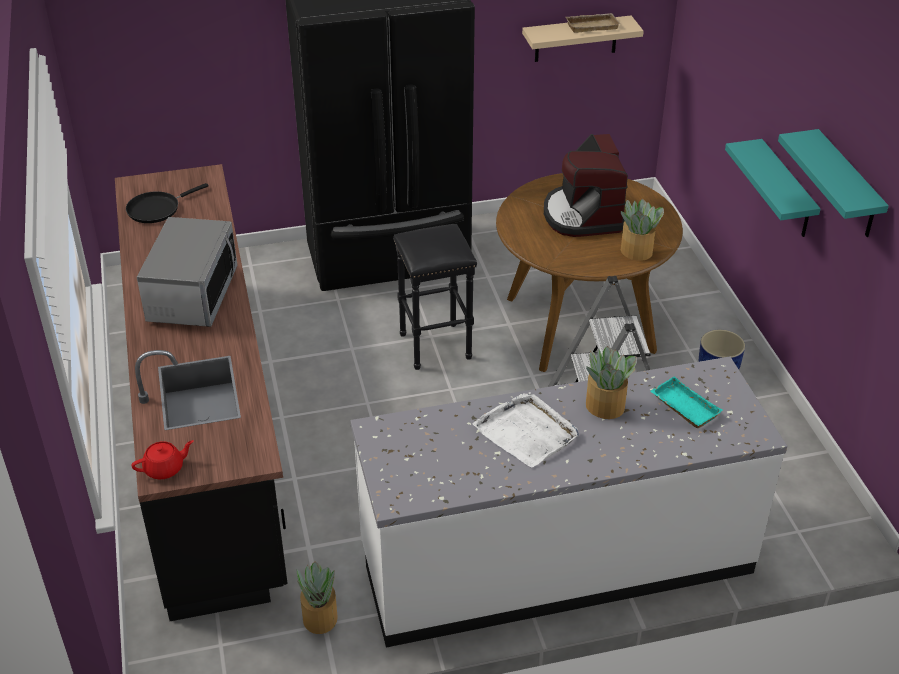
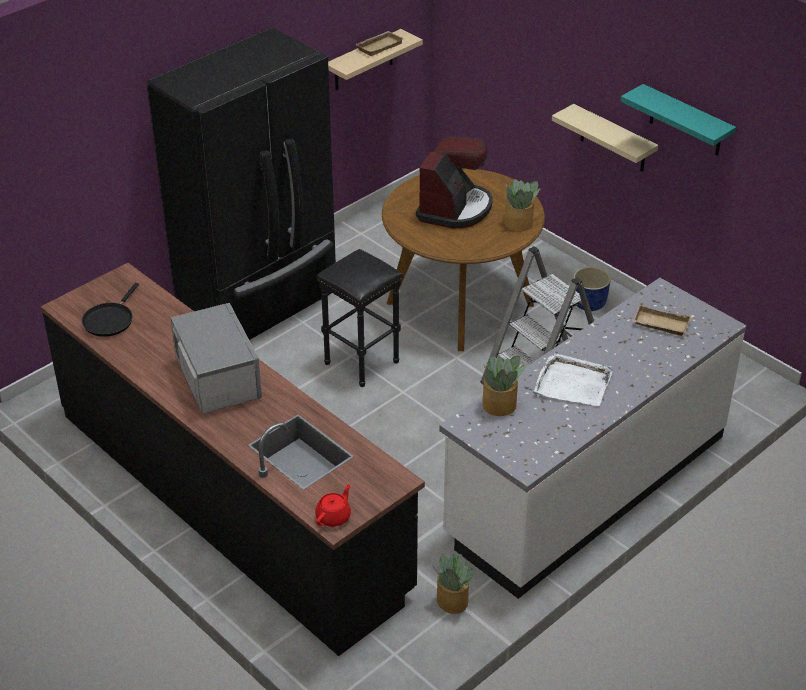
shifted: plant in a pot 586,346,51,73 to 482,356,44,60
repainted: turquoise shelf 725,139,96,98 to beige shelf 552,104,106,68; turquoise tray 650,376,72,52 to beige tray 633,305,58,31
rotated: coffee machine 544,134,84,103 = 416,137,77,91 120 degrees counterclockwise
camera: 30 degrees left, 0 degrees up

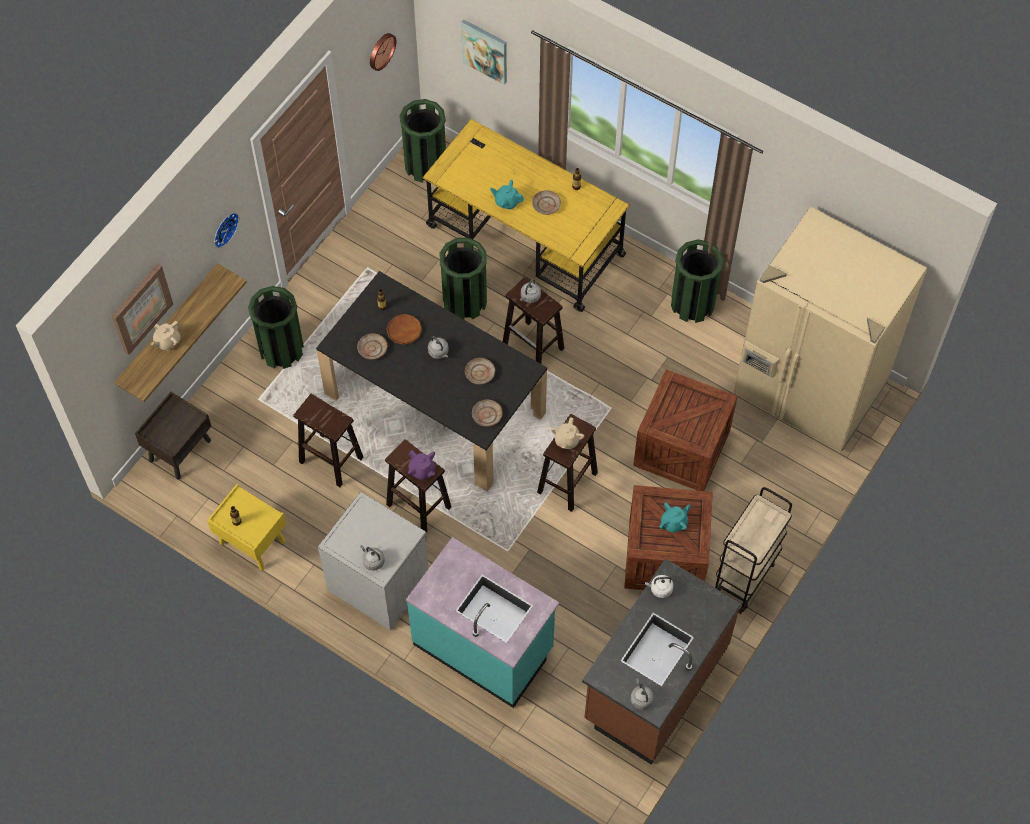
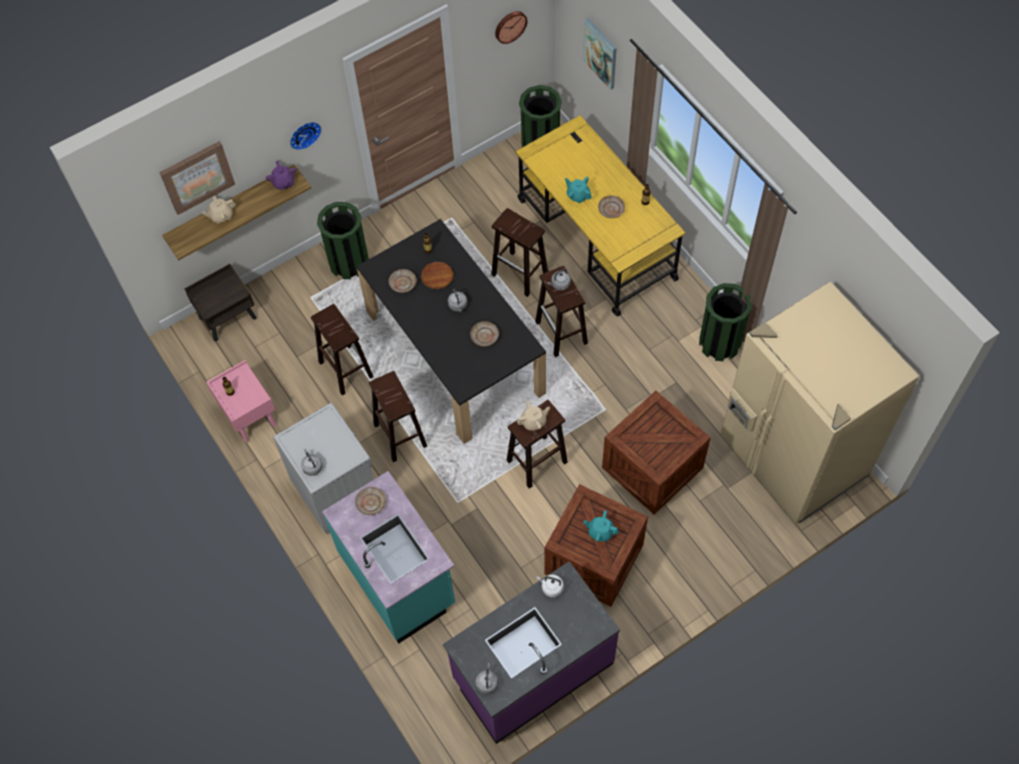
gone: beige cart 715,487,77,127
shifted: beige dinner plate 472,400,31,27 to 355,487,31,28; purple pot for tea 408,450,27,30 to 266,161,30,29
swapped: green waste bin 440,238,47,81 to brown-coloured sitting stool 491,208,57,89
repainted: yellowish nightstand 207,484,79,86 to pink-coloured nightstand 206,360,70,82; brown-coloured counter 582,558,159,206 to purple counter 443,561,177,183
rotated: beige pot for tea 551,417,33,32 = 517,401,33,30 150 degrees counterclockwise; turquoise pot for tea 659,502,32,31 = 584,510,35,32 150 degrees counterclockwise
camera: 25 degrees right, 0 degrees up

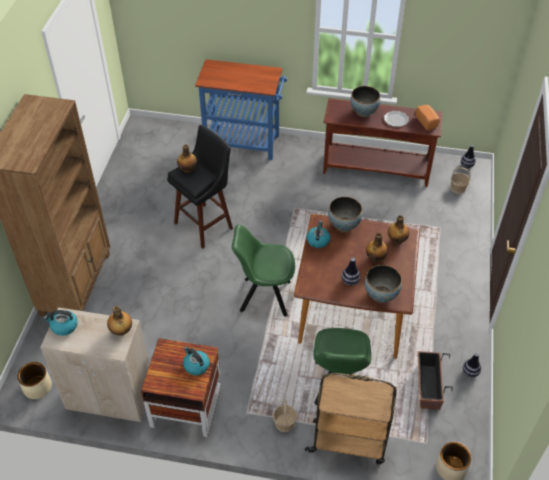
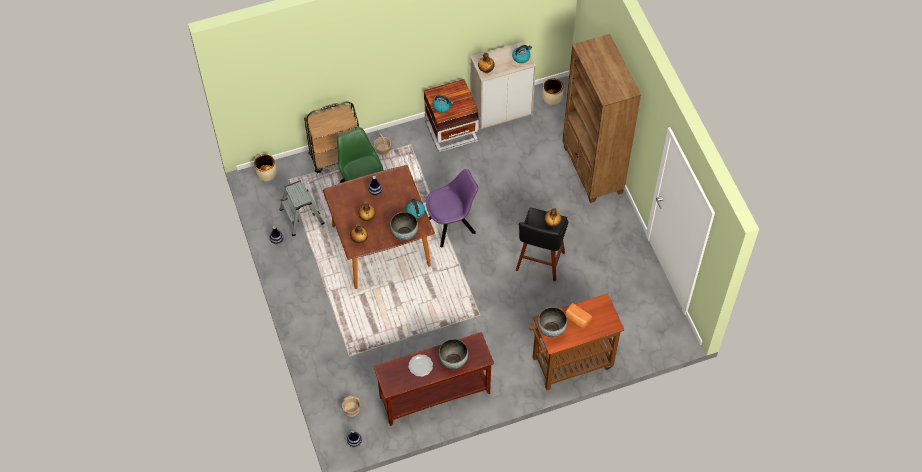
shifted: baked bread 415,105,25,25 to 565,303,27,25; serving bowl 365,265,37,38 to 538,307,29,30
swapped: plant pot 417,351,36,59 to greyish stepladder 280,180,45,57
repainted: blue-coloured cart 195,59,92,101 to brown-coloured cart 529,294,95,96; green plain chair 232,224,63,93 to purple plain chair 426,169,52,79
camera: 150 degrees right, 10 degrees up

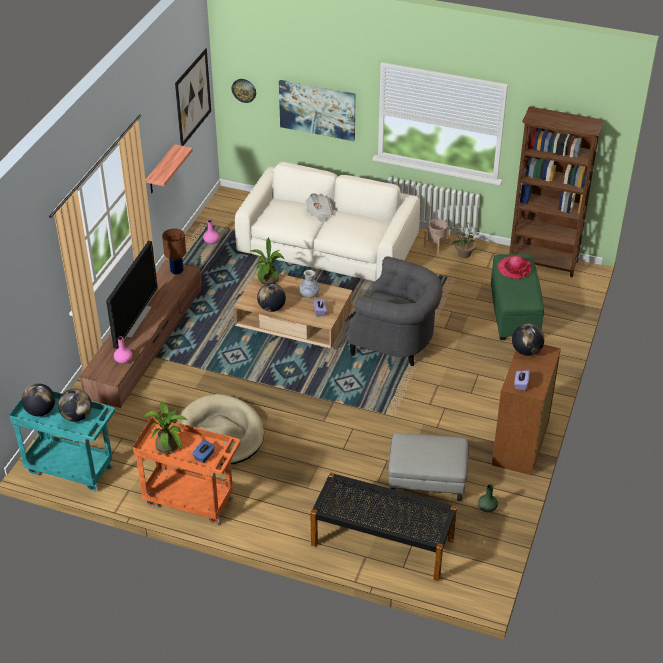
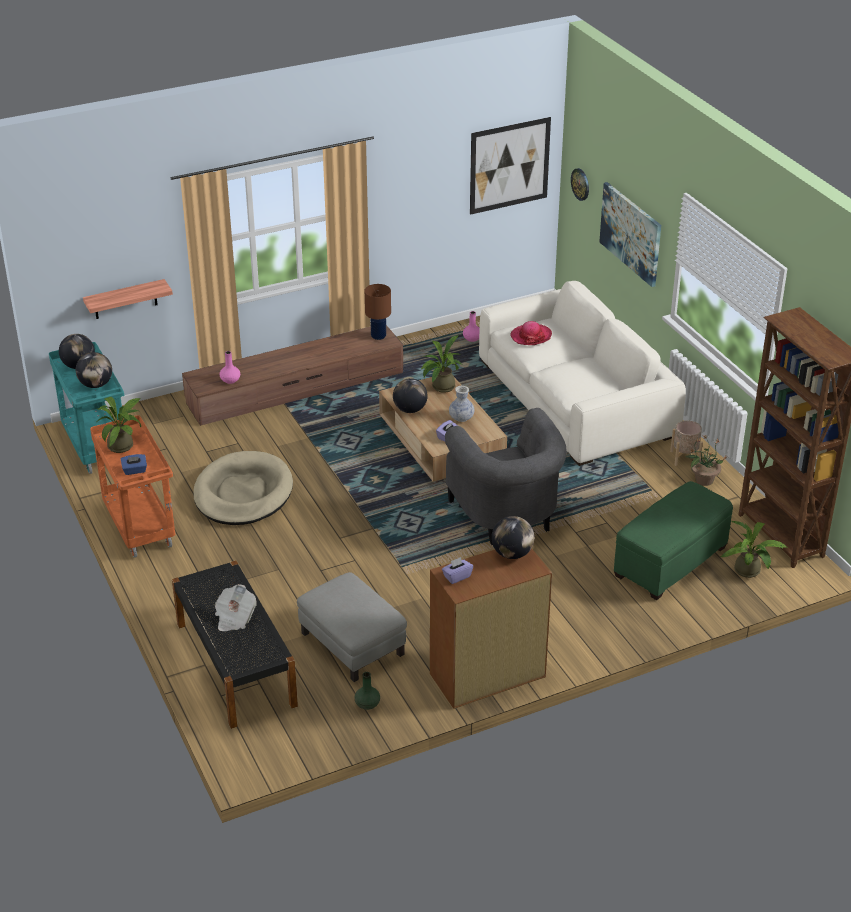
gone: TV set 106,241,52,108
new: plant in a pot 720,520,67,58
shifted: shelf 146,144,47,49 to 83,279,90,40; newspaper 306,193,27,29 to 215,584,42,47; clothing hat 498,256,34,23 to 510,321,42,24
camera: 45 degrees right, 5 degrees down

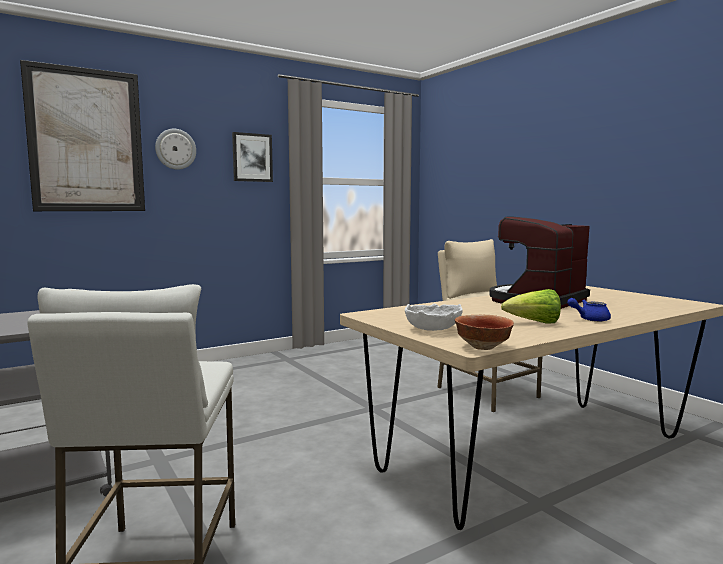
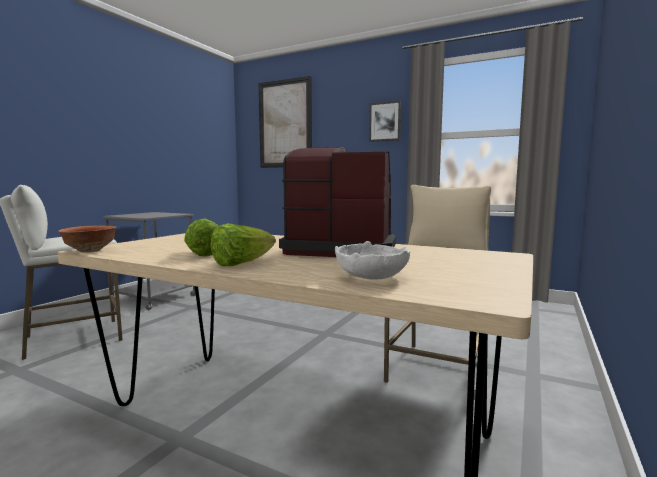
gone: wall clock 155,129,41,41
shifted: white serving bowl 405,303,58,28 to 335,241,75,38
swapped: blue-coloured pot for tea 567,298,44,24 to lettuce head 211,223,65,43
camera: 60 degrees right, 0 degrees up

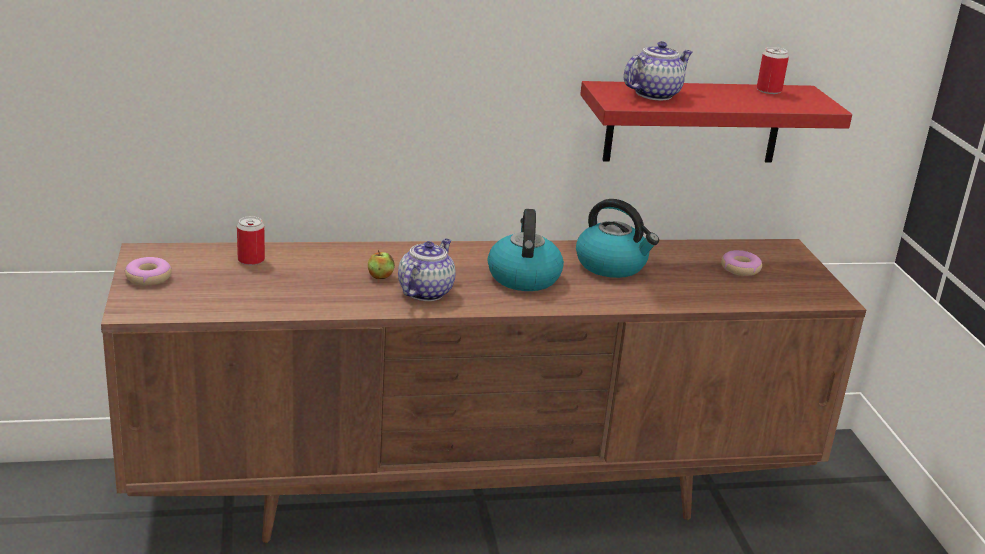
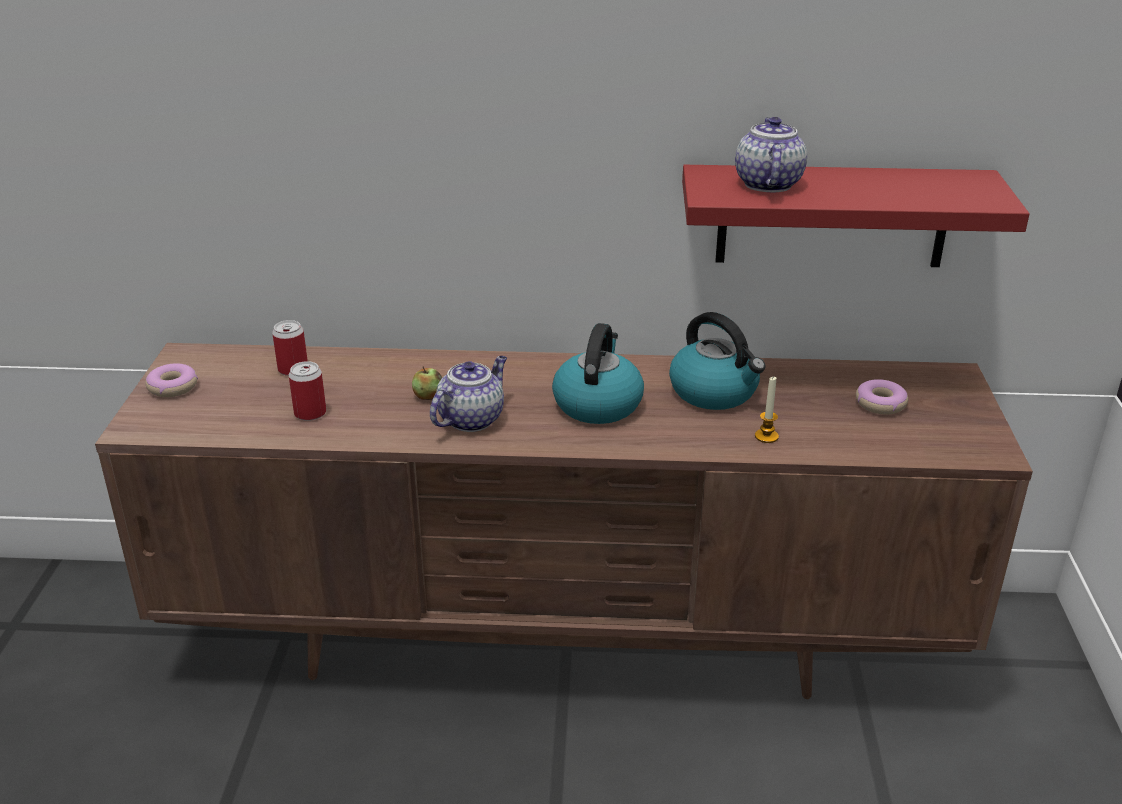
new: candle 755,377,24,66
shifted: can 757,47,32,47 to 289,361,37,60
rotated: pot for tea 624,41,69,59 = 735,117,72,75 60 degrees counterclockwise
camera: 15 degrees right, 5 degrees up

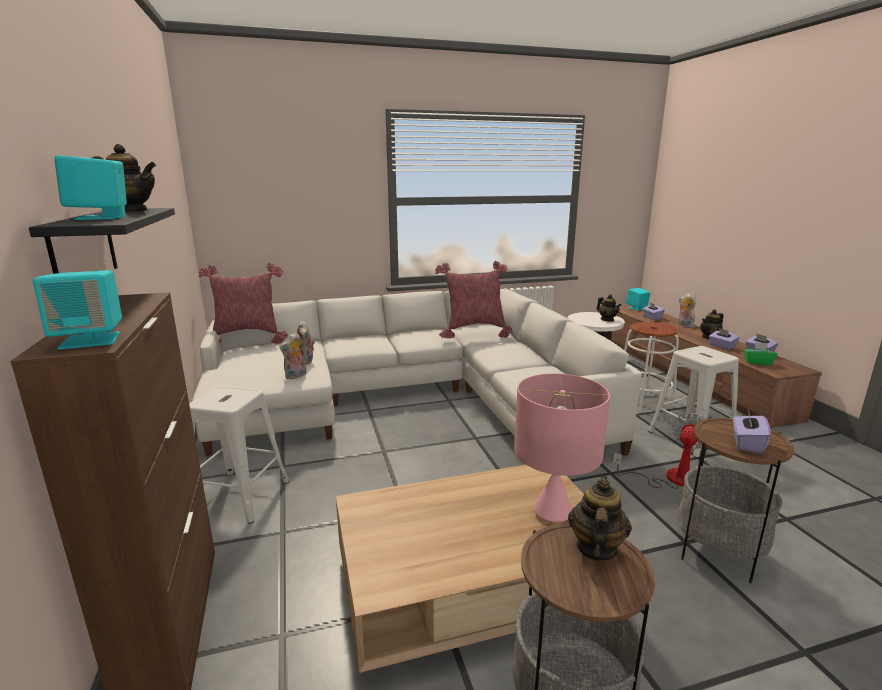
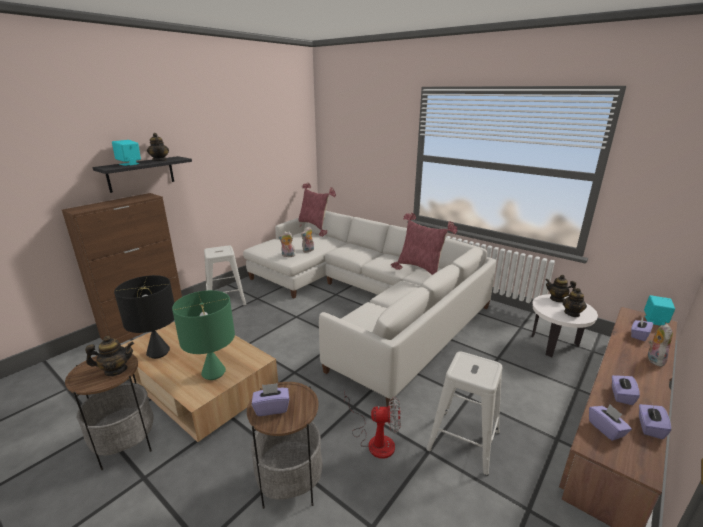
gone: turquoise speaker 33,270,89,80; white sitting stool 624,322,55,90
new: blackish table lamp 114,275,60,84
shifted: pot for tea 700,309,24,30 to 545,275,31,27
repainted: green tissue box 744,342,34,23 to purple tissue box 589,404,43,37; pink-coloured table lamp 514,373,96,150 to green table lamp 172,290,63,90
camera: 55 degrees right, 5 degrees up

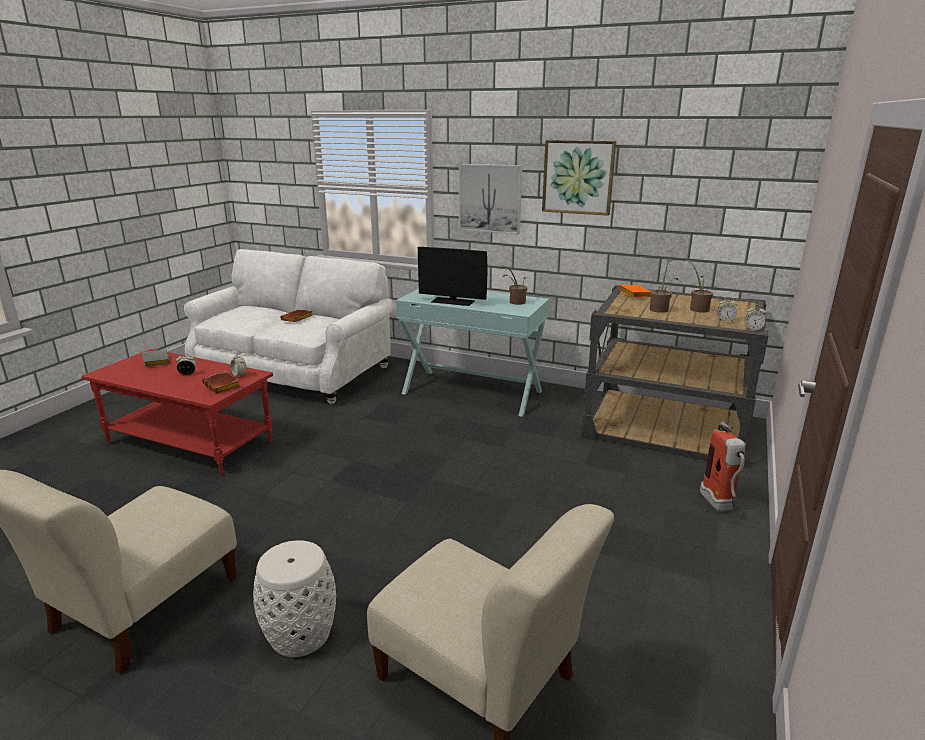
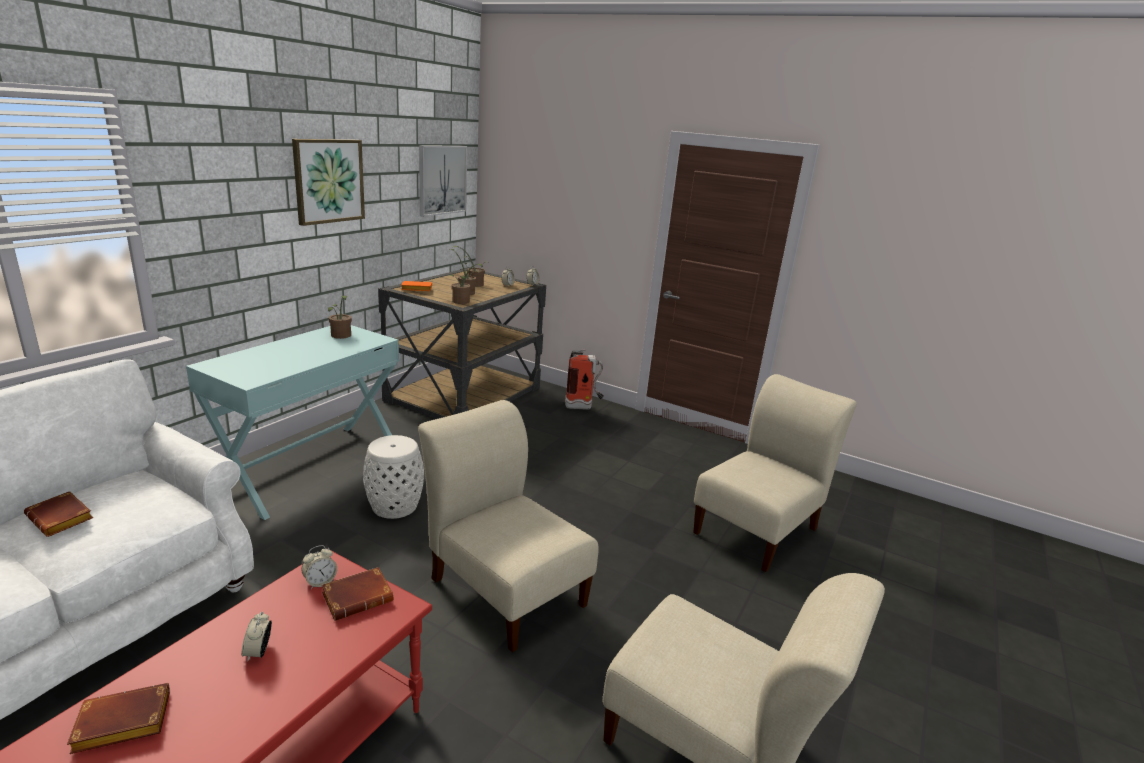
gone: monitor 418,247,70,59
new: plant in a pot 449,264,34,40; beige plain chair 418,400,181,252
shifted: wall picture 459,164,63,71 to 419,146,48,71; white sitting stool 253,540,83,117 to 363,435,61,84
repainted: greyish book 142,350,28,17 to brown-coloured book 67,683,103,71
camera: 85 degrees left, 0 degrees up

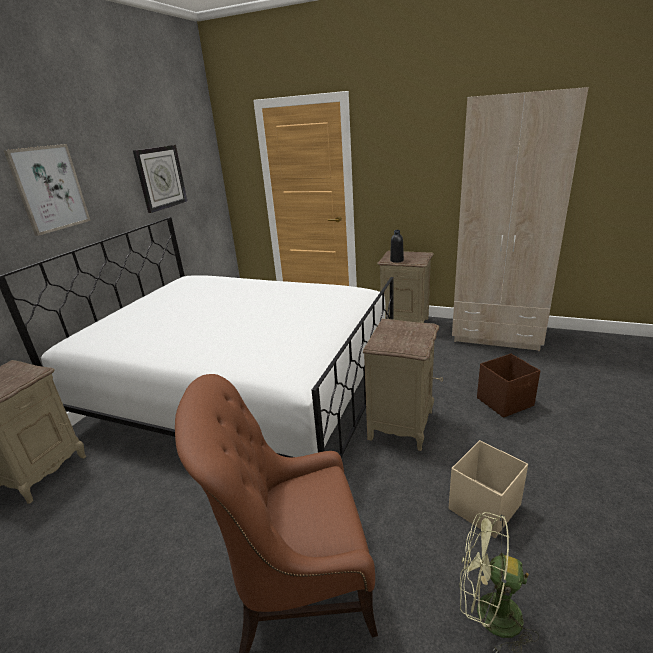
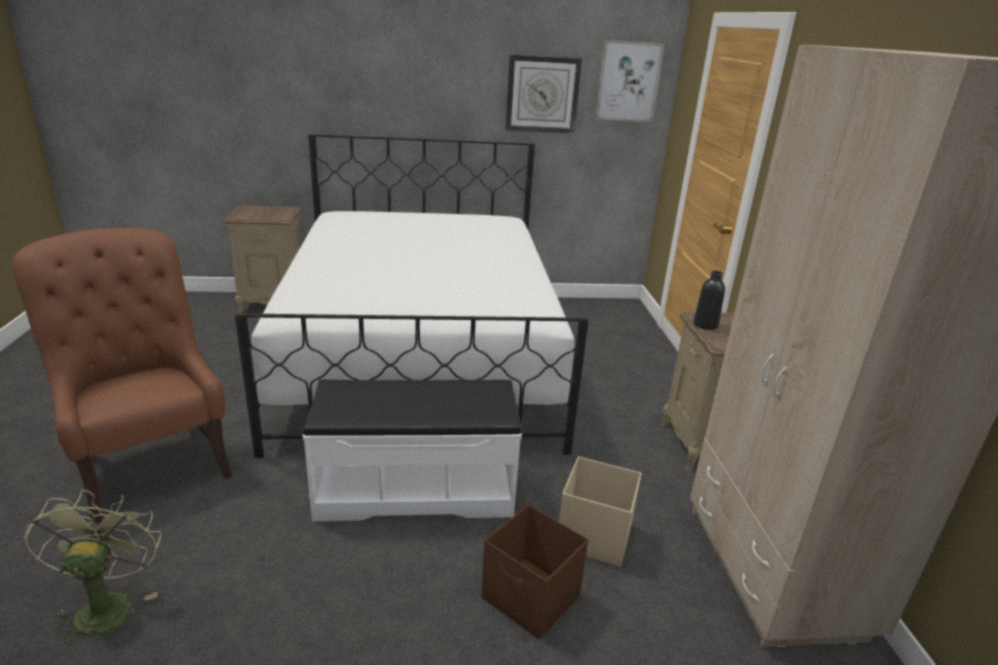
shifted: wall picture 4,144,87,92 to 595,40,70,82; beige storage bin 449,440,79,98 to 559,456,82,111
swapped: beige nightstand 363,318,80,133 to white bench 303,380,219,142
camera: 60 degrees right, 0 degrees up

